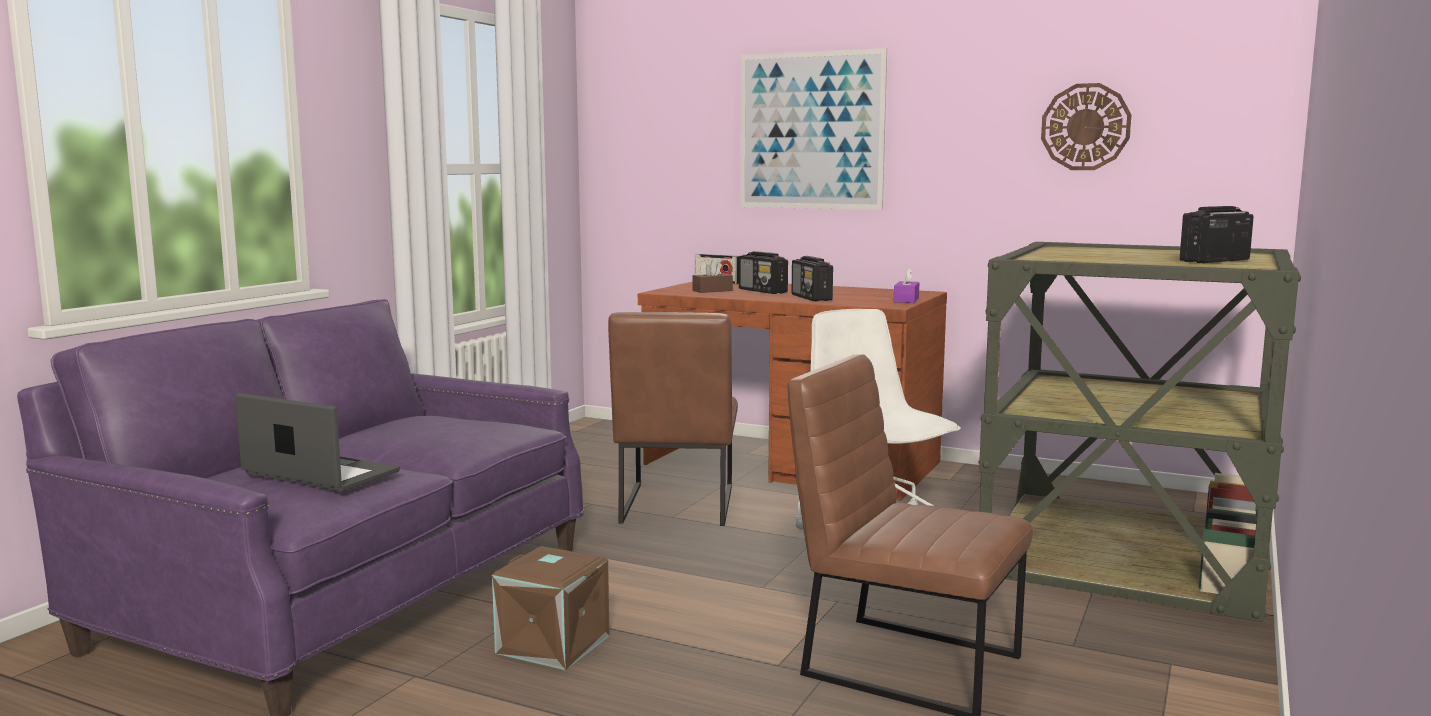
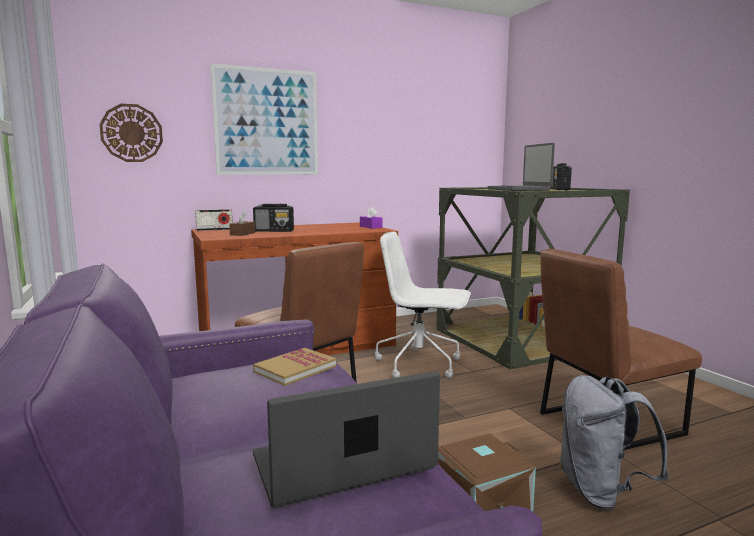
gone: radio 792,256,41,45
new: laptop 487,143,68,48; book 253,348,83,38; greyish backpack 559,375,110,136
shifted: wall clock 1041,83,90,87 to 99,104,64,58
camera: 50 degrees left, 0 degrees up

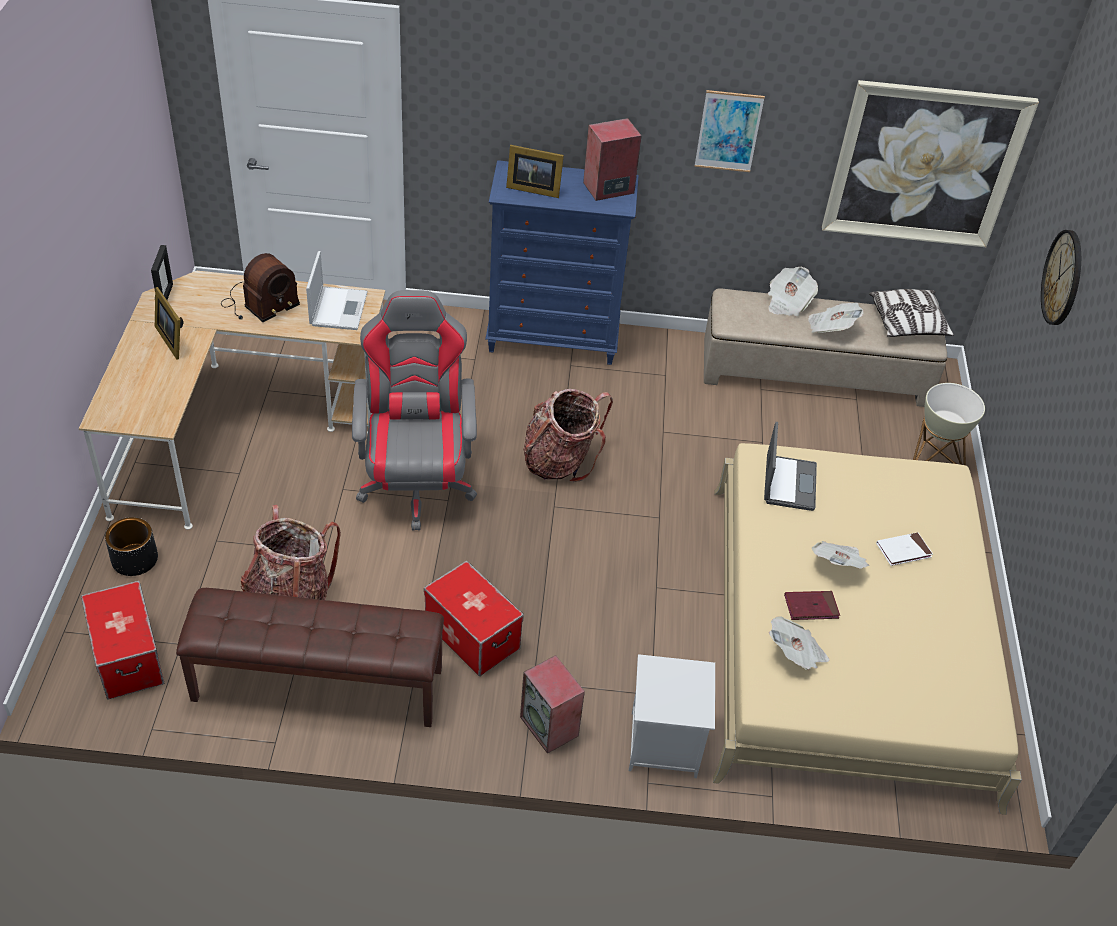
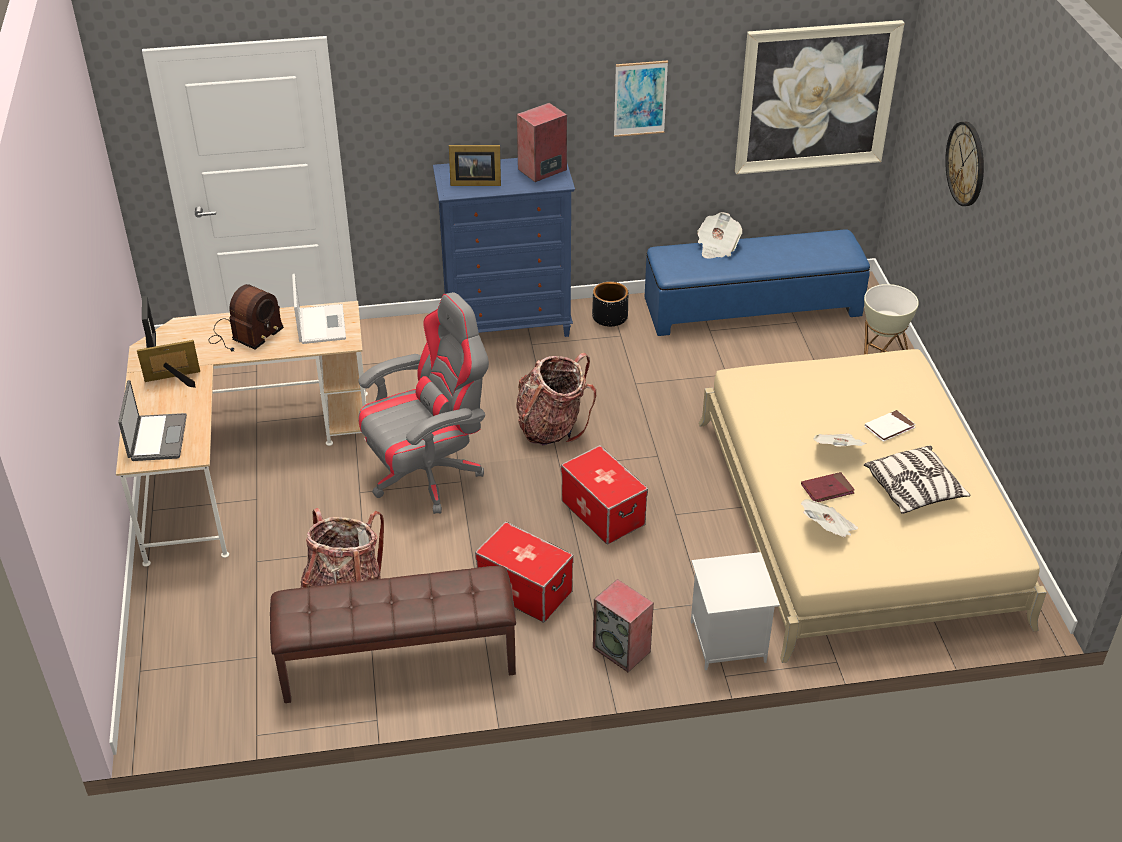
gone: newspaper 808,303,56,30
shifted: cushion 869,289,85,48 to 864,445,107,69; laptop 764,422,53,89 to 118,380,69,81; blackish plant pot 105,517,53,59 to 592,282,37,45; storage bin 81,581,83,119 to 561,445,87,100
repainted: beige bench 704,289,243,118 to blue-coloured bench 645,230,225,106
rotated: standing frame 155,287,29,72 = 137,340,63,48 120 degrees clockwise; greyish desk chair 352,290,125,240 = 358,292,131,222 75 degrees clockwise
camera: 10 degrees left, 5 degrees down

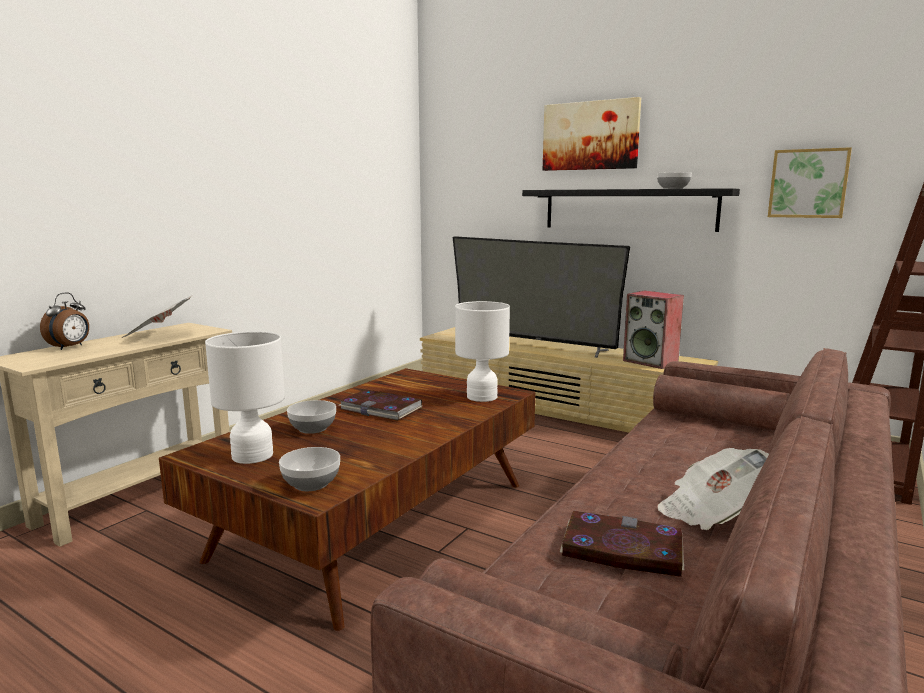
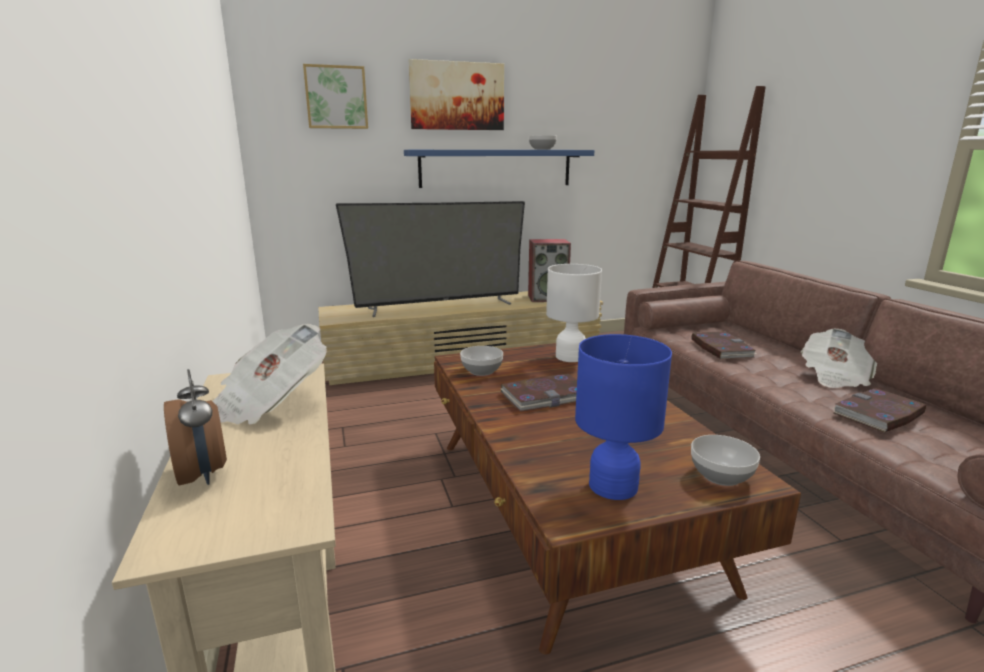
new: book 691,332,66,27
shifted: wall picture 768,147,84,71 to 303,64,65,65; serving bowl 287,400,49,34 to 460,346,43,30
repainted: blackish shelf 522,188,218,44 to blue-coloured shelf 404,150,191,38; white table lamp 205,331,80,133 to blue-coloured table lamp 575,334,97,166
camera: 50 degrees left, 5 degrees up

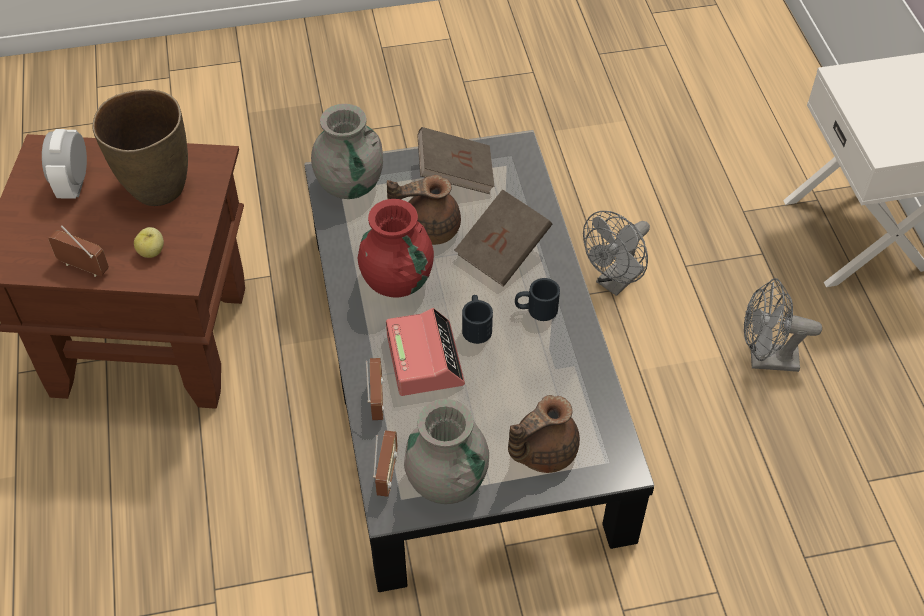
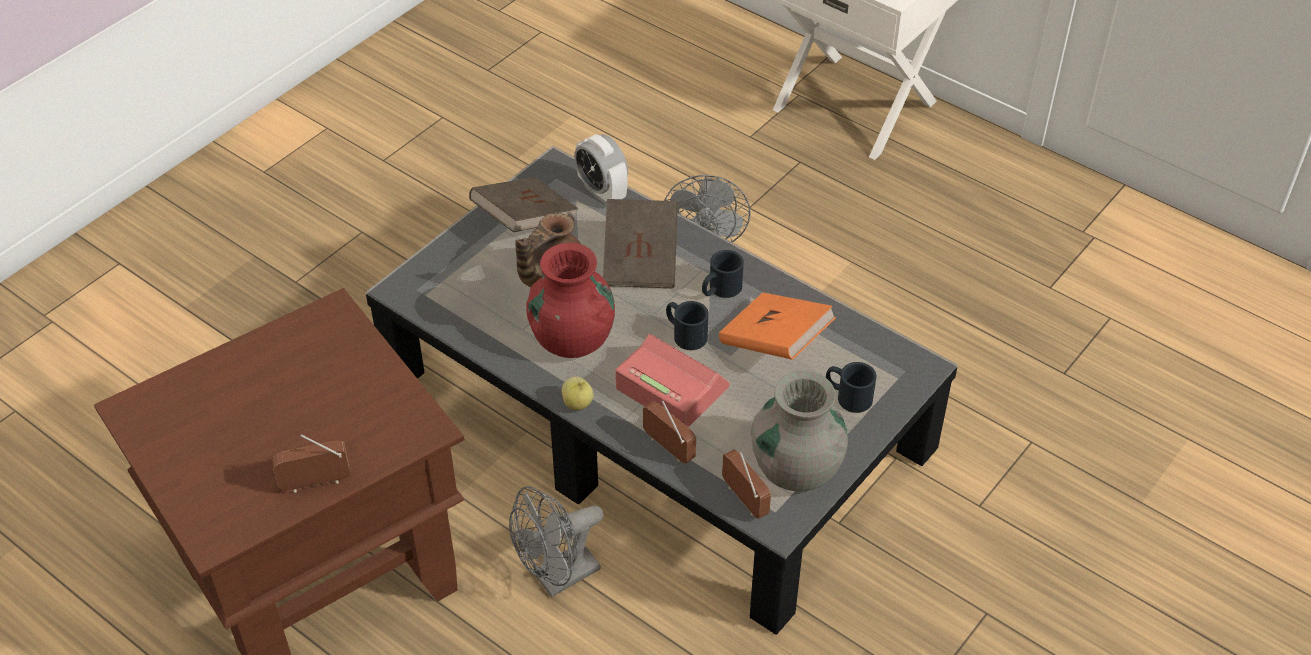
gone: brown-coloured vase 92,89,96,117; greyish vase 311,104,72,95
new: orange book 719,292,117,68
shifted: bedside clock 42,129,45,70 to 574,134,54,71; apple fruit 134,227,30,31 to 562,376,32,34; greyish electric fan 744,278,78,94 to 509,486,94,111
swapped: brown-coloured pot for tea 508,395,72,78 to blackish mug 826,362,51,51
camera: 40 degrees left, 5 degrees down

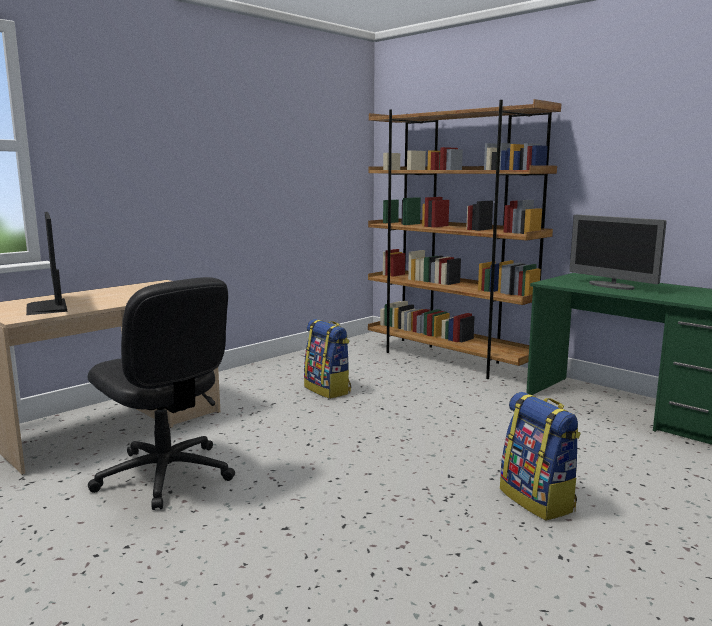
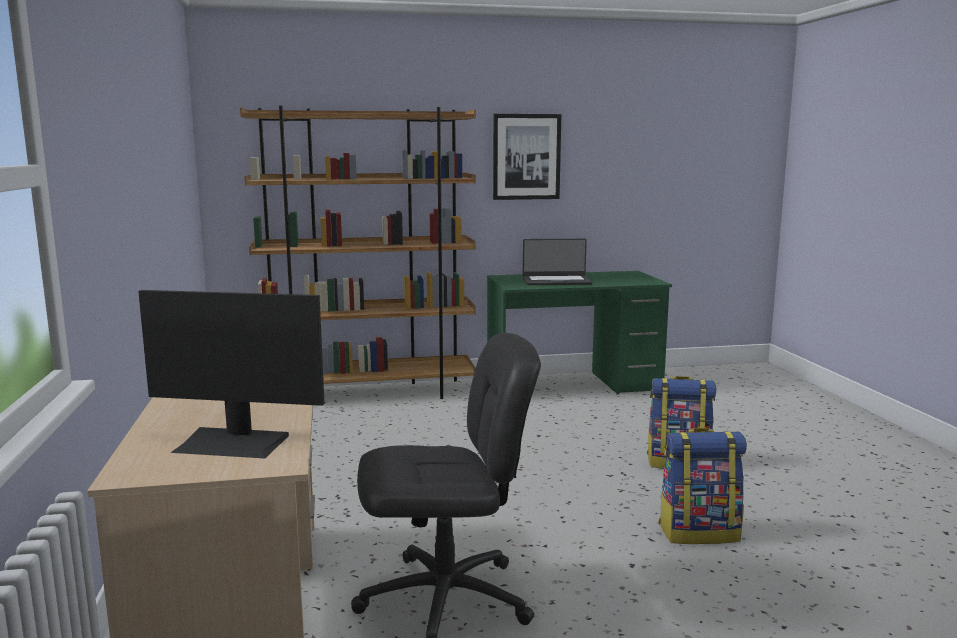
new: wall picture 493,114,68,86
shifted: backpack 304,319,47,80 to 659,428,88,116
swapped: monitor 569,215,98,75 to laptop 523,239,69,46
camera: 55 degrees left, 0 degrees up

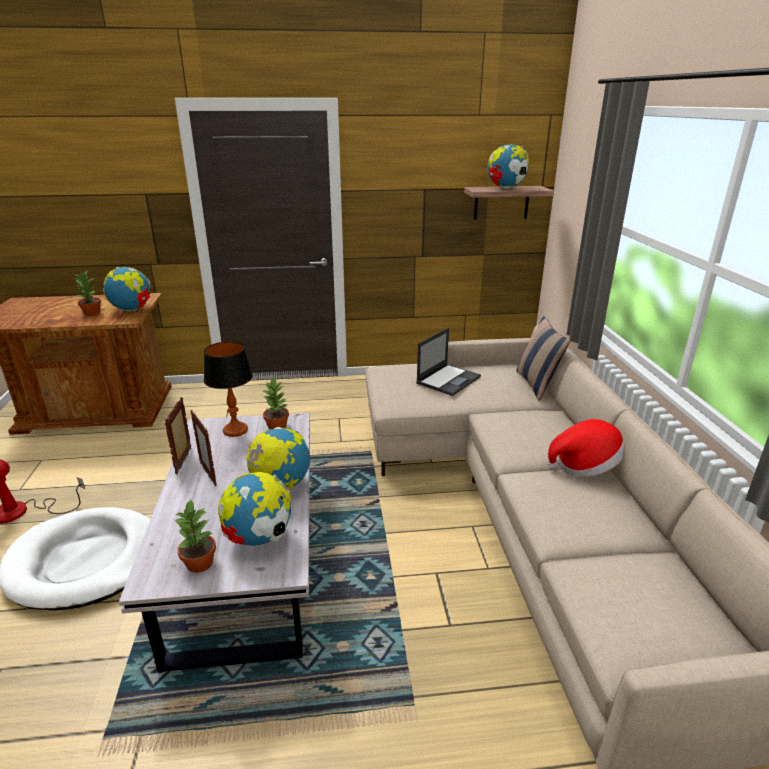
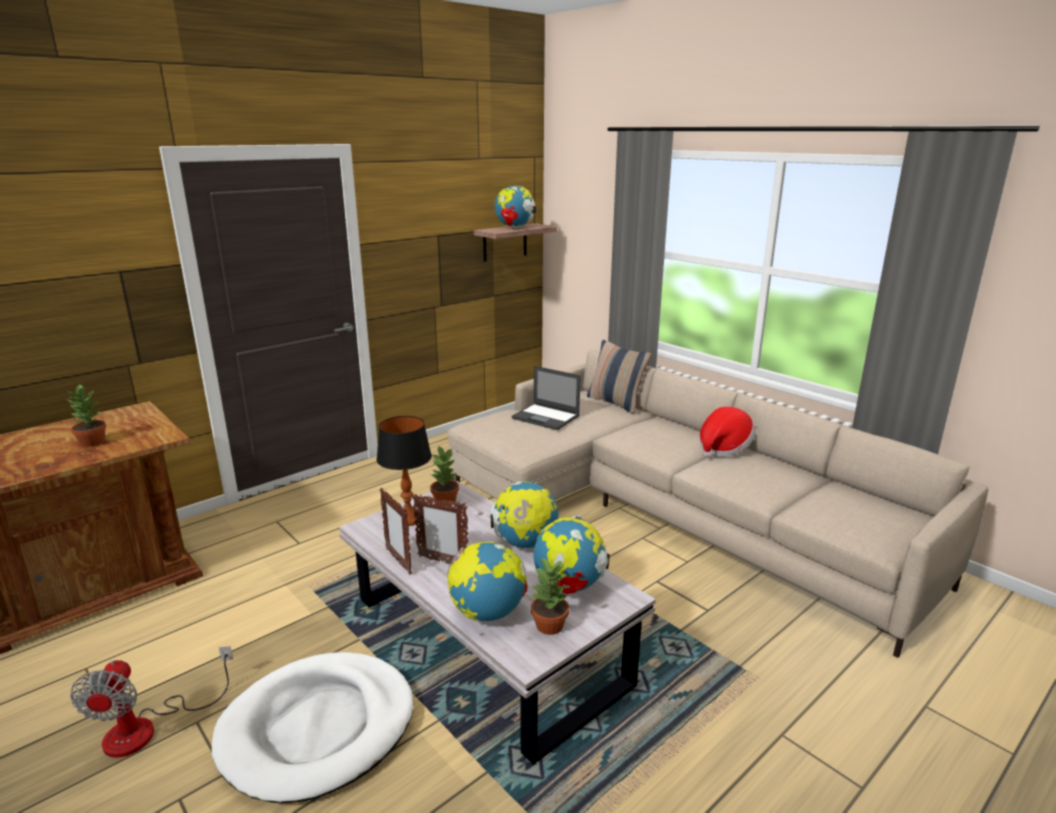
shifted: desk globe 103,267,48,44 to 447,542,81,80
rotated: laptop 416,328,65,68 = 511,366,70,64 120 degrees clockwise
camera: 35 degrees left, 5 degrees down

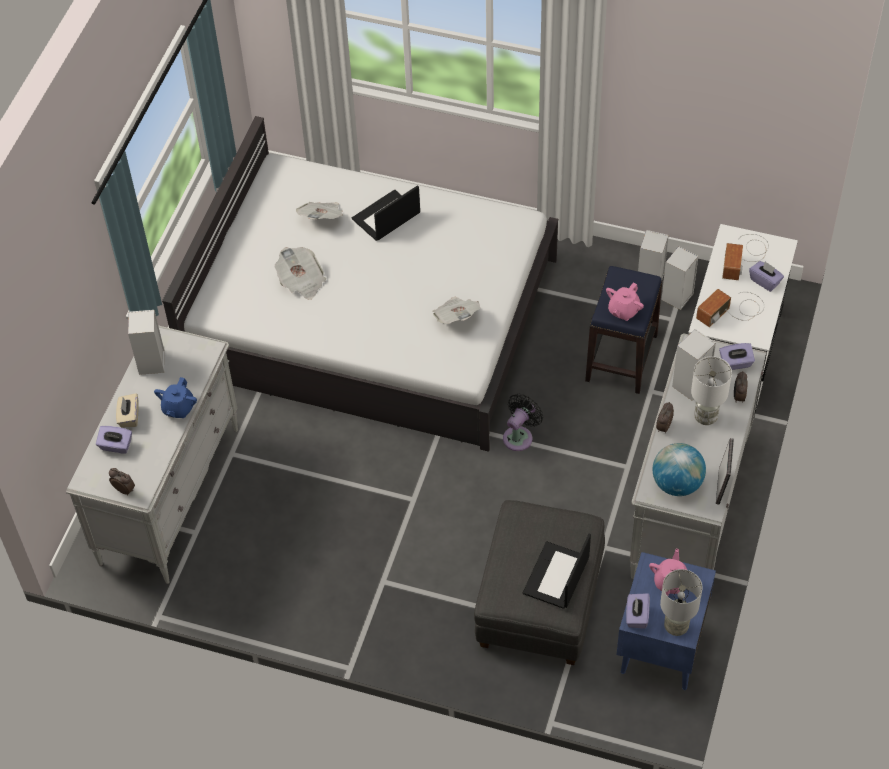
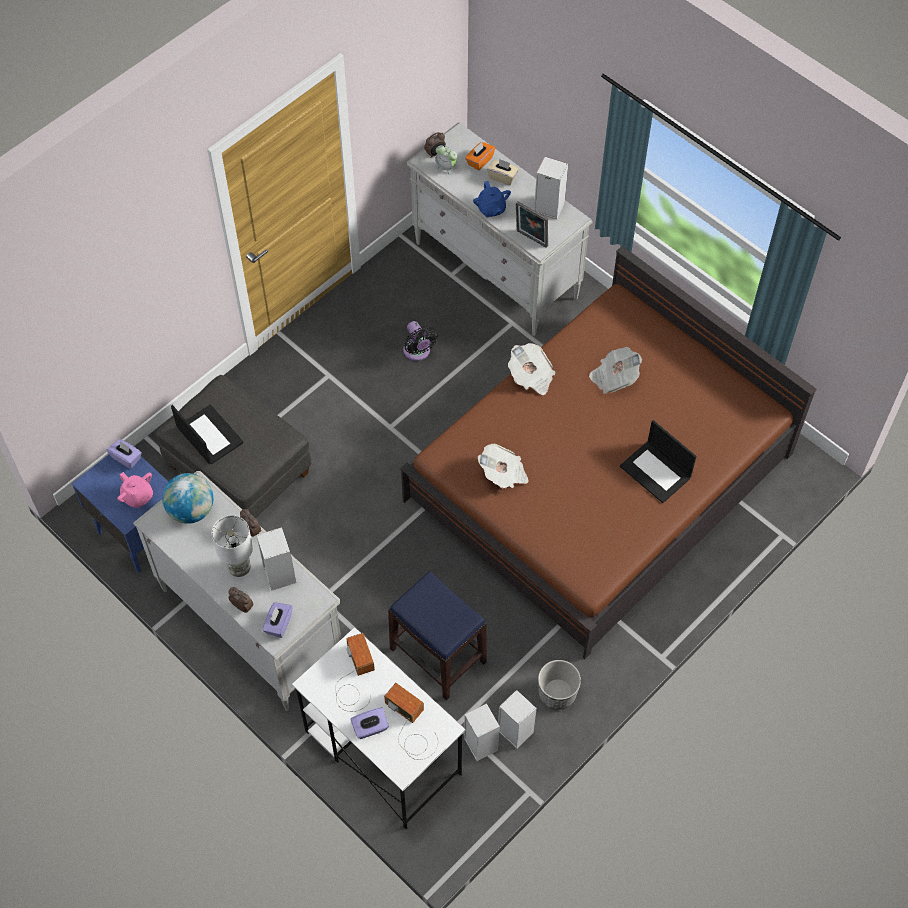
gone: pink-coloured pot for tea 606,282,38,39; greyish table lamp 660,569,42,67
new: bedside clock 435,145,22,30; plant pot 538,660,43,50
shifted: newspaper 296,202,47,17 to 508,343,48,52; blackish electric fan 503,394,40,57 to 403,321,35,40; standing frame 716,438,18,67 to 516,201,32,47
repainted: white sleeping bed 162,116,396,336 to brown-coloured sleeping bed 400,246,417,413; purple tissue box 96,426,36,28 to orange tissue box 465,142,30,29
rotated: laptop 352,185,68,56 = 620,420,76,83 150 degrees clockwise; blue-coloured pot for tea 154,377,43,41 = 473,181,38,36 150 degrees counterclockwise
camera: 115 degrees right, 5 degrees up

